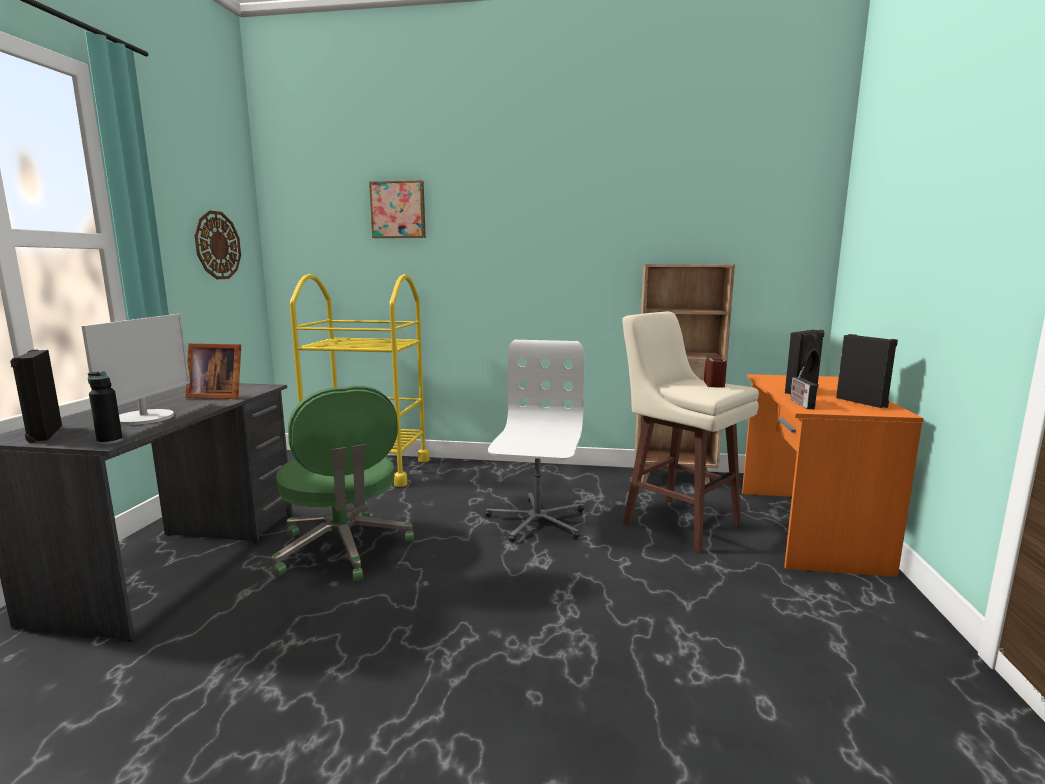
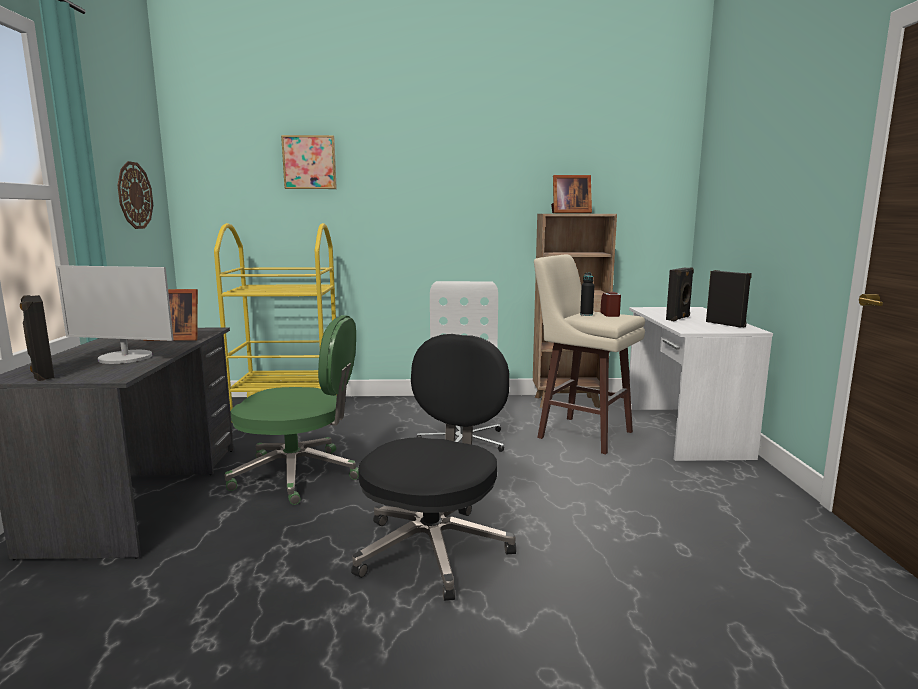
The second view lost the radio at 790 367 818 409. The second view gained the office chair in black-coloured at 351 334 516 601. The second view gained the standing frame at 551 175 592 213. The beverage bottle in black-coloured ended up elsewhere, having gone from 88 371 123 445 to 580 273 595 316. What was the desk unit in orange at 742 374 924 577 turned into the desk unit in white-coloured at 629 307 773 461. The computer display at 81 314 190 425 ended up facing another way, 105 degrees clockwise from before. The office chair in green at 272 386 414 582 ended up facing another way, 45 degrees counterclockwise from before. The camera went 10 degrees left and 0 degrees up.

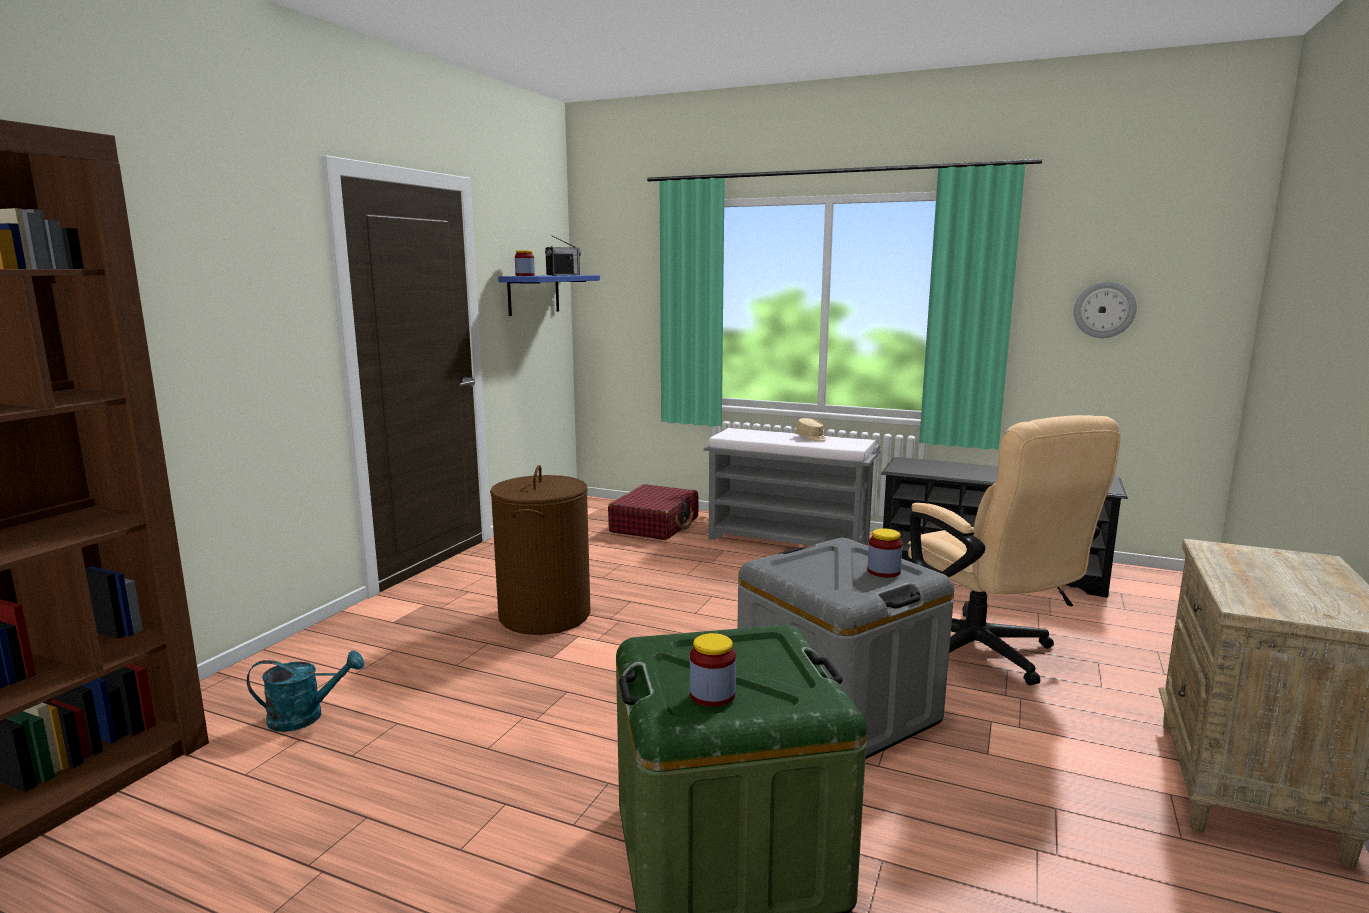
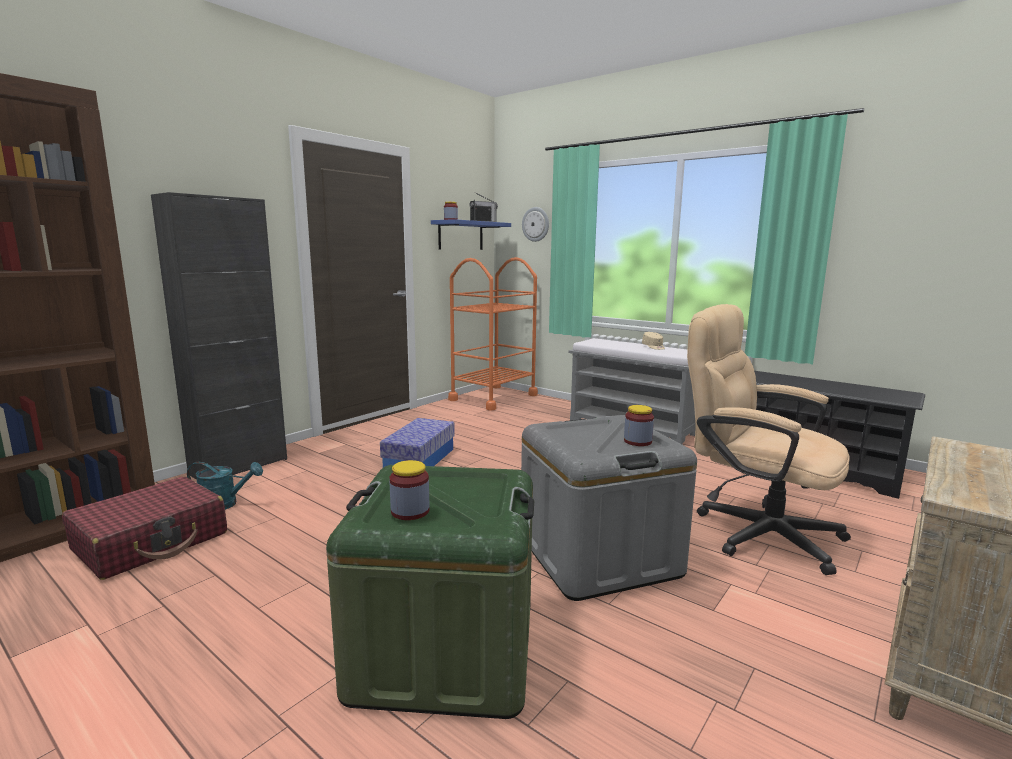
The second view gained the storage cabinet in black-coloured at 151 192 287 480. The second view gained the trolley in orange at 448 257 538 411. The travel case in red-coloured ended up elsewhere, having gone from 608 484 699 540 to 62 477 227 580. The hanging clock ended up elsewhere, having gone from 1074 282 1137 338 to 522 207 549 242. Where the hamper in brownish stood at 490 465 590 635, the storage box came to stand at 380 418 455 467. The office chair in sand-coloured at 908 415 1120 685 ended up facing another way, 135 degrees clockwise from before. The camera went 15 degrees right and 0 degrees up.

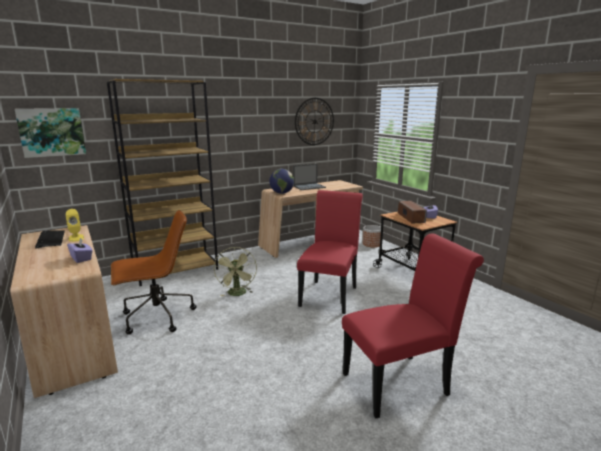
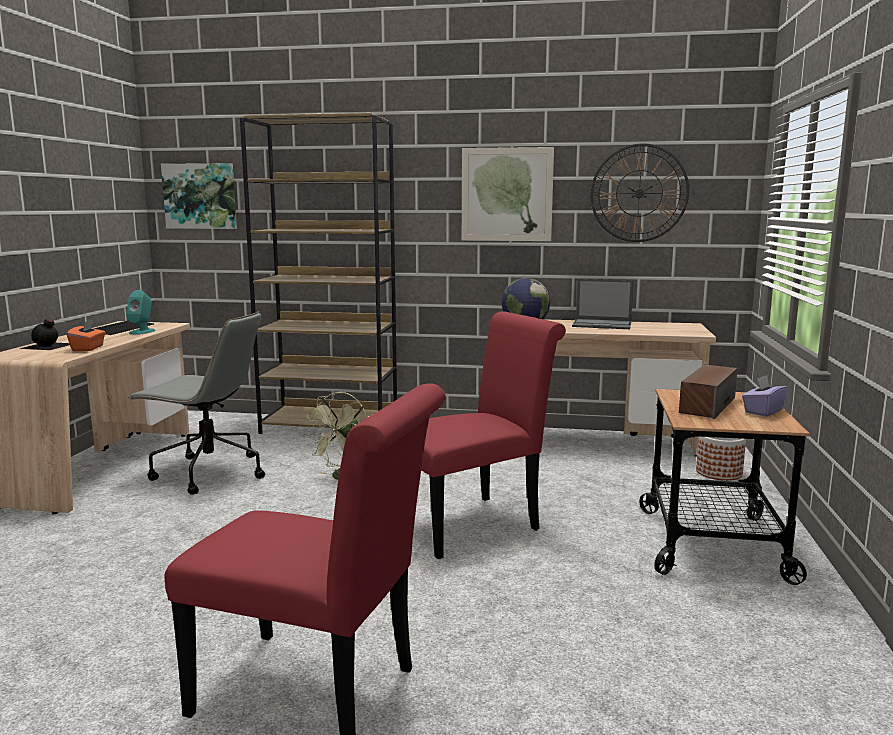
The second view gained the beverage bottle in black-coloured at 19 318 70 350. The second view gained the picture at 462 147 554 241. What was the loudspeaker in yellow at 65 209 84 242 turned into the loudspeaker in blue-green at 126 290 155 334. What was the tissue holder in purple at 67 237 92 263 turned into the tissue holder in orange at 67 320 105 351. What was the office chair in brownish at 111 210 197 335 turned into the office chair in grey at 128 311 265 495. The camera went 40 degrees right and 5 degrees down.

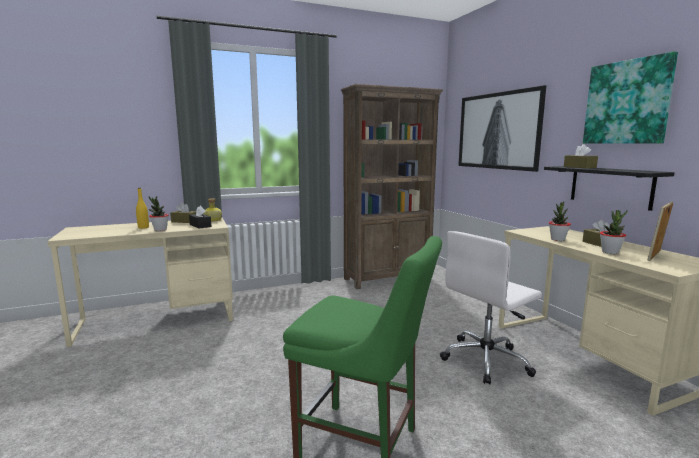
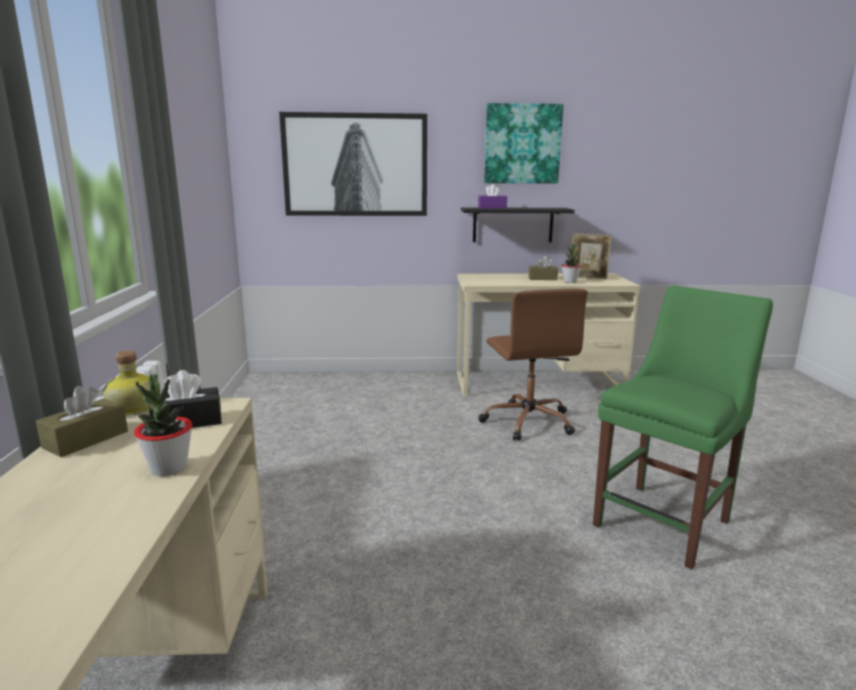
The second view lost the beverage bottle in yellow at 136 188 149 229. The second view lost the bookshelf in brownish at 341 84 443 289. The second view lost the potted plant at 549 201 571 241. What was the office chair in white-coloured at 440 231 542 385 turned into the office chair in brownish at 478 289 588 441. What was the tissue holder in brownish at 564 144 598 168 turned into the tissue holder in purple at 478 184 507 209. The standing frame at 647 202 673 261 ended up facing another way, 60 degrees counterclockwise from before. The camera went 70 degrees left and 5 degrees up.

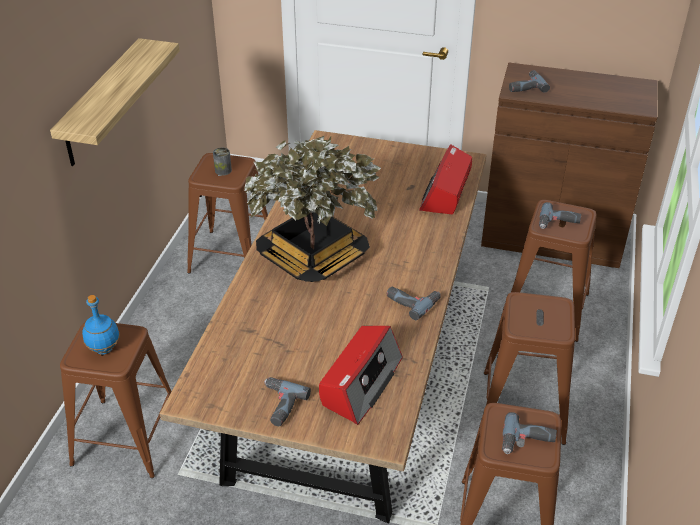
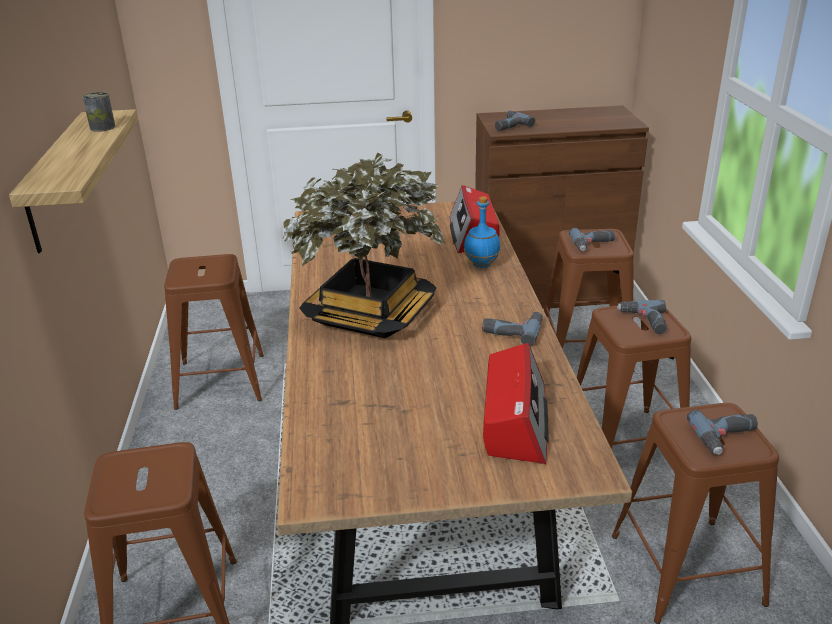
The beverage bottle in blue-coloured ended up elsewhere, having gone from 82 295 120 354 to 464 196 501 268. The sealed can ended up elsewhere, having gone from 213 148 232 176 to 83 92 116 132. The electric drill ended up elsewhere, having gone from 264 377 311 426 to 617 300 667 334. The camera went 20 degrees left and 10 degrees down.

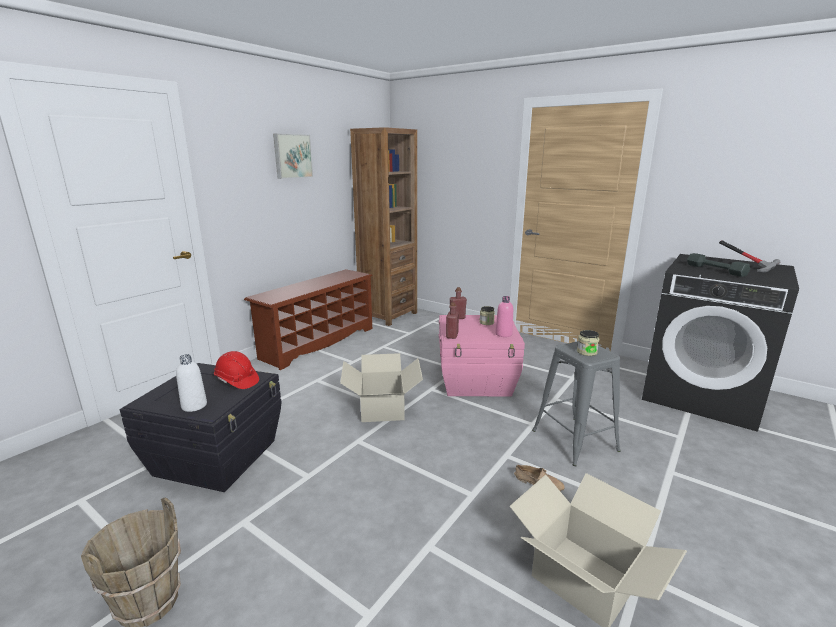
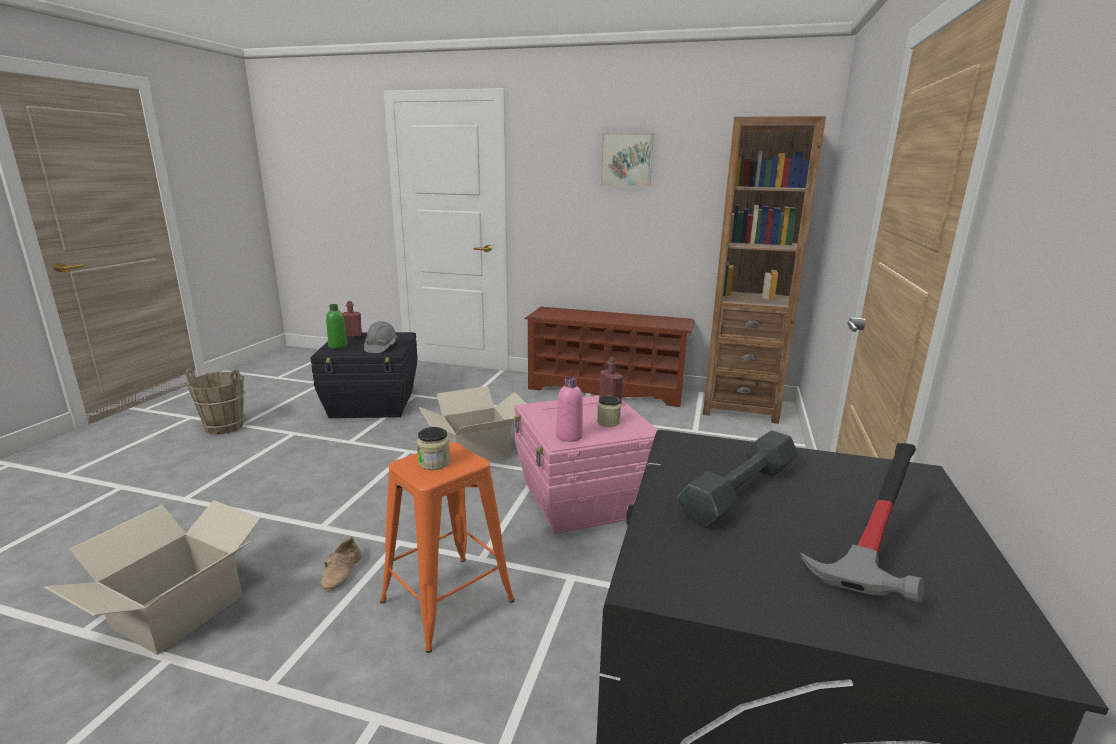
The beverage bottle in red-coloured ended up elsewhere, having gone from 446 302 459 339 to 342 301 362 337. What was the beverage bottle in white-coloured at 176 354 207 412 turned into the beverage bottle in green at 326 304 348 349. What was the hard hat in red-coloured at 214 351 259 389 turned into the hard hat in grey at 364 321 398 353. What was the stool in grey at 532 341 621 466 turned into the stool in orange at 380 442 515 653. The camera went 70 degrees right and 0 degrees up.

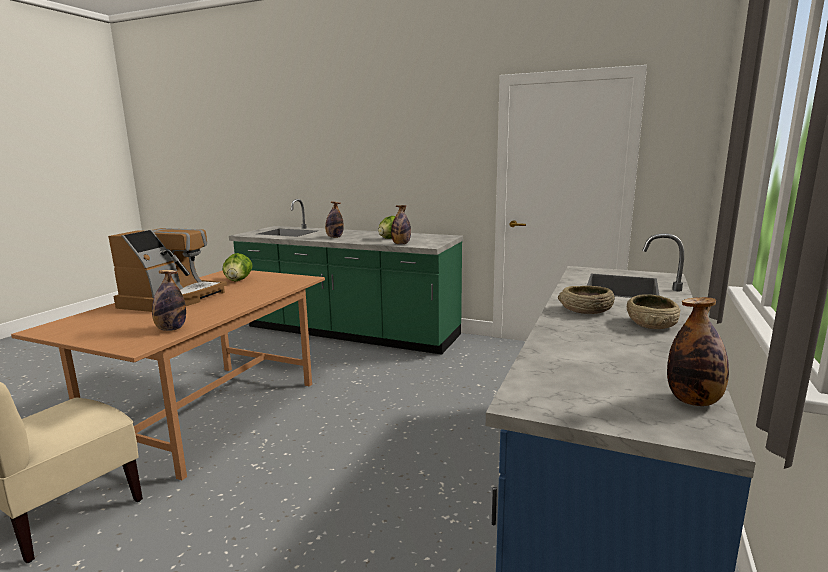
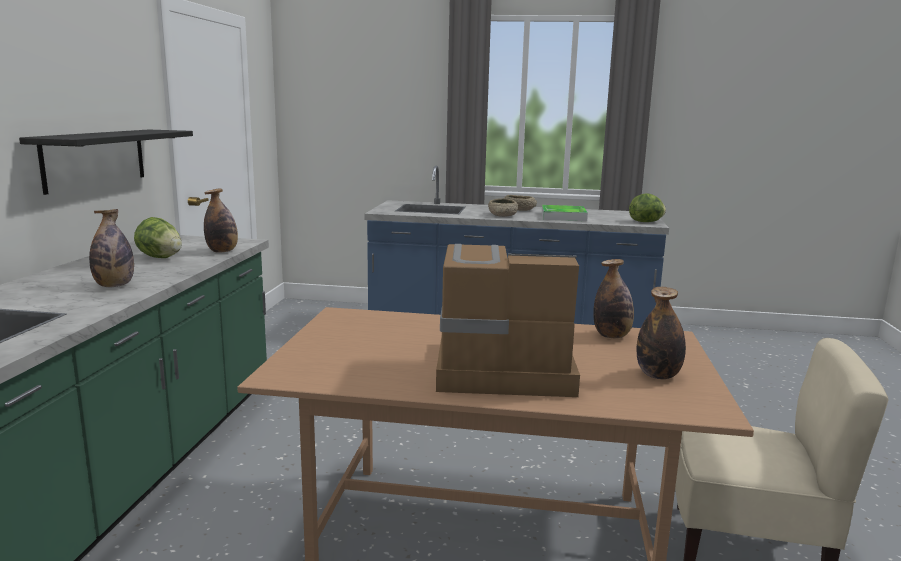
The second view gained the bracket shelf in black-coloured at 19 130 193 195. The second view gained the carrying tray at 542 205 588 221. The lettuce ended up elsewhere, having gone from 223 253 253 282 to 629 193 666 222. The beverage bottle ended up elsewhere, having gone from 667 297 729 406 to 636 287 686 379. The camera went 105 degrees left and 0 degrees up.

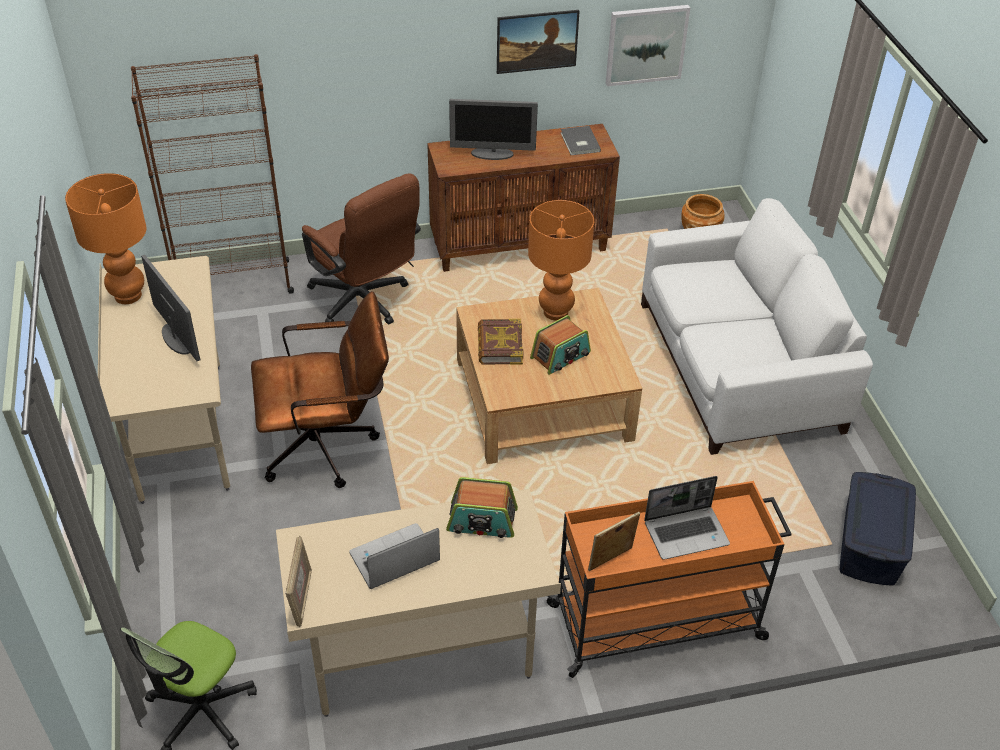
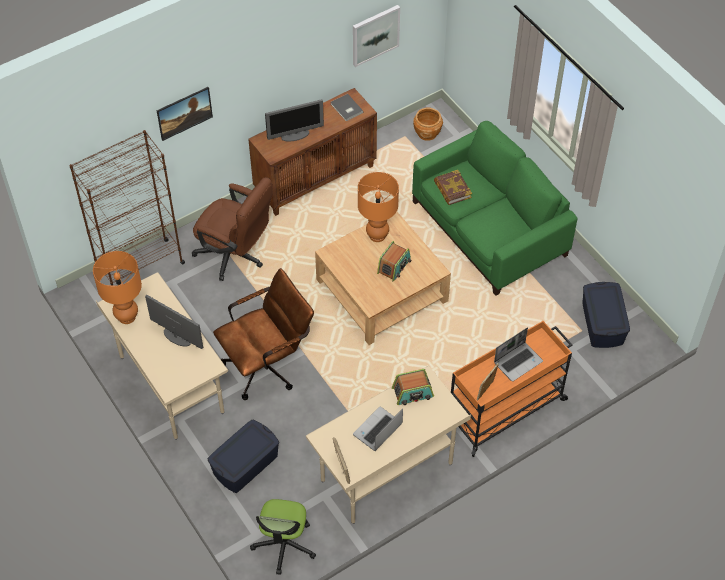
The second view gained the storage box in blue-coloured at 208 420 279 493. The bound book ended up elsewhere, having gone from 478 319 523 364 to 434 170 472 205. The picture ended up elsewhere, having gone from 497 10 580 74 to 157 87 213 141. What was the settee in white-coloured at 641 198 873 455 turned into the settee in green at 412 121 577 296. The camera went 20 degrees left and 10 degrees up.

